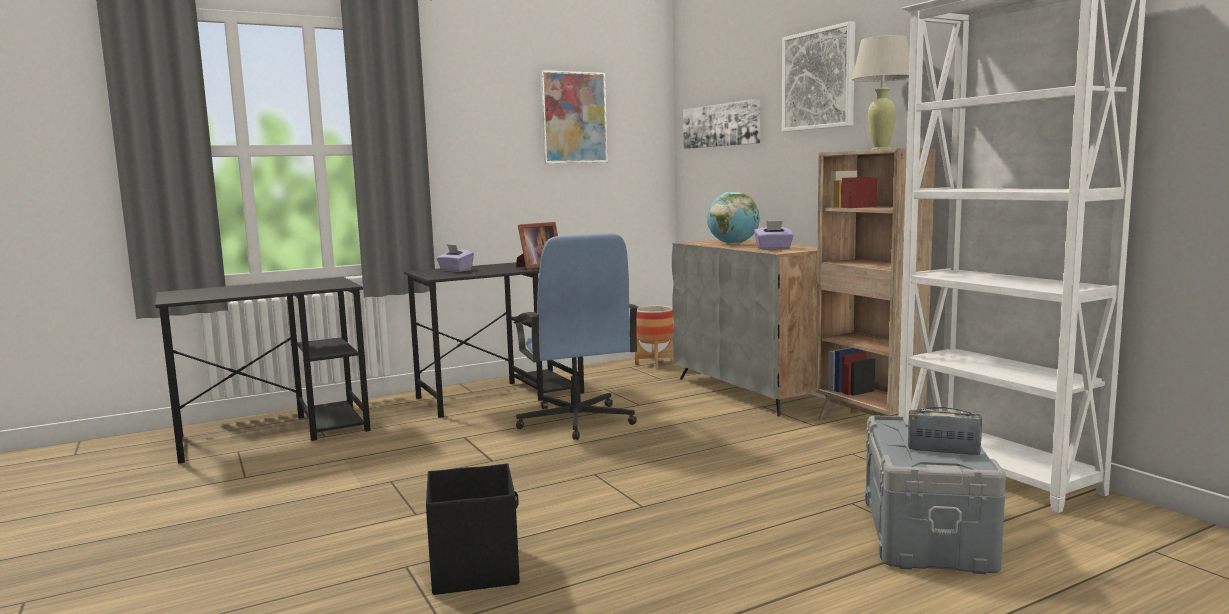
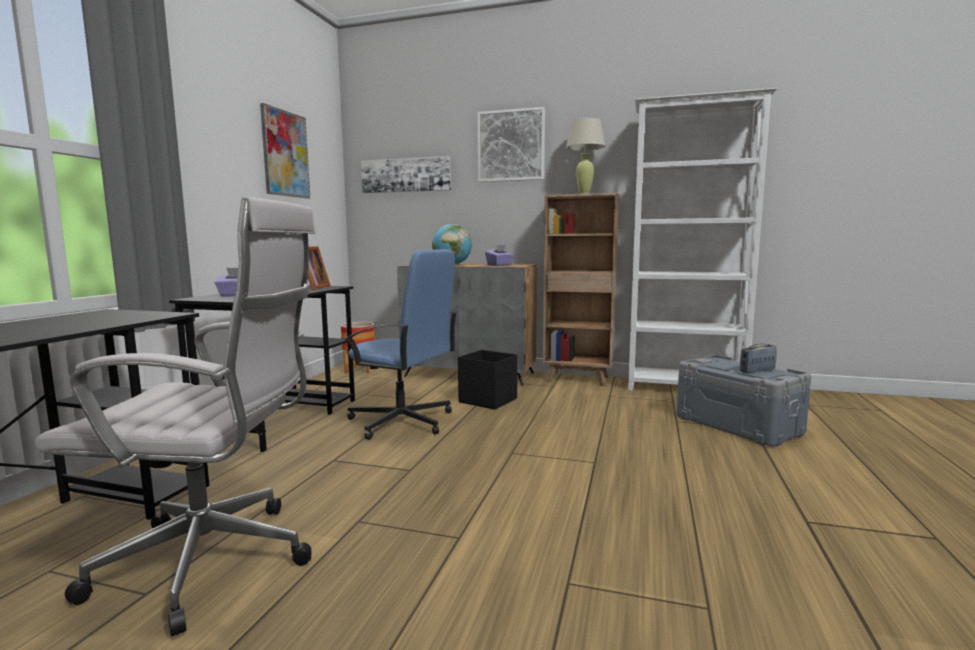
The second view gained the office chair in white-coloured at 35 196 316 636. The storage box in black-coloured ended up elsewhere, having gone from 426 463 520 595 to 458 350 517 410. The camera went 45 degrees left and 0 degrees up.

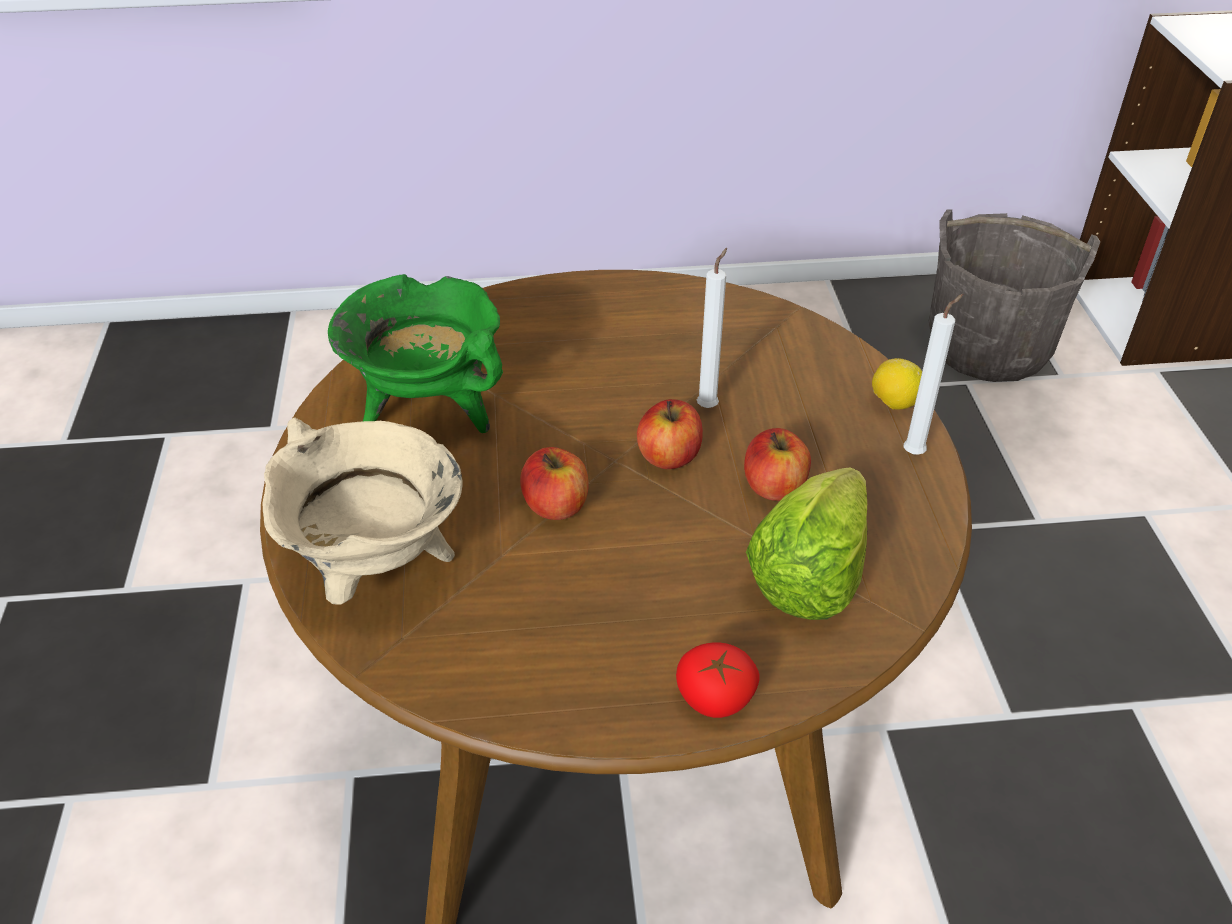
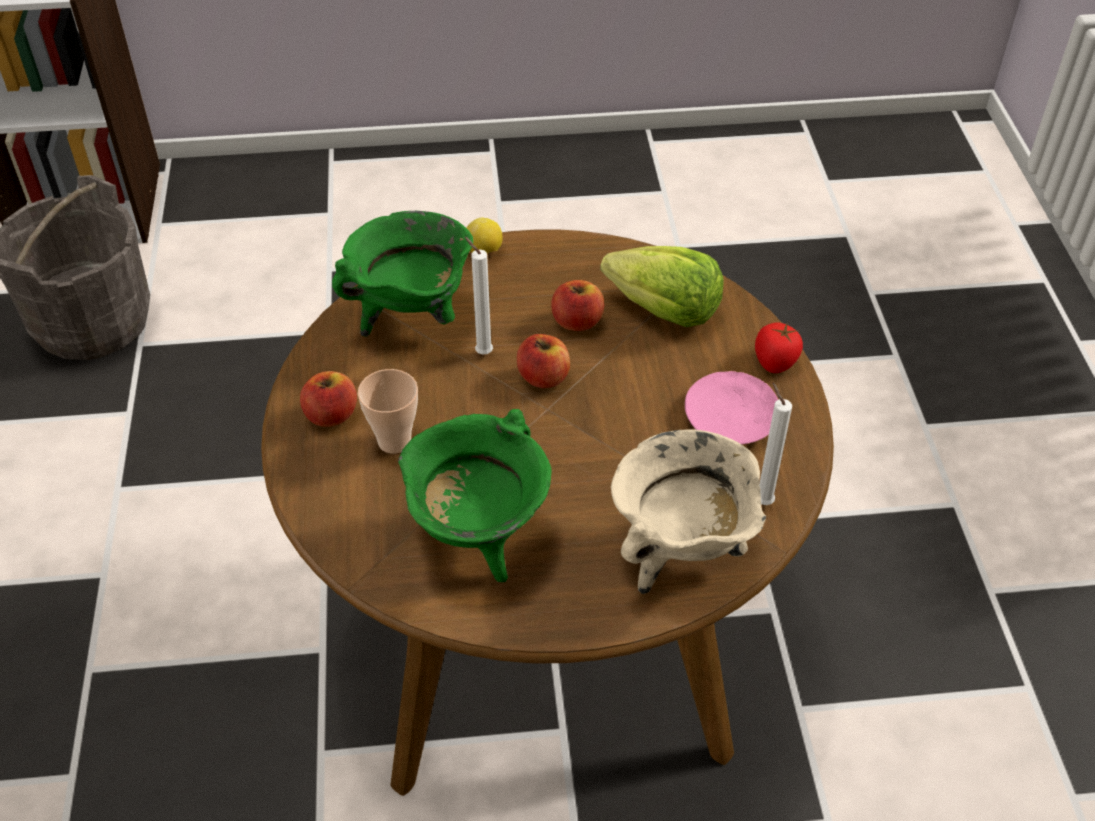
The second view gained the stockpot in green at 332 211 473 337. The second view gained the drinking cup at 358 369 418 453. The second view gained the flat dish in pink at 685 371 778 445. The apple ended up elsewhere, having gone from 520 447 589 520 to 300 371 357 427. The wax candle in white-coloured ended up elsewhere, having gone from 904 294 963 455 to 759 382 792 505. The camera went 90 degrees left and 5 degrees up.

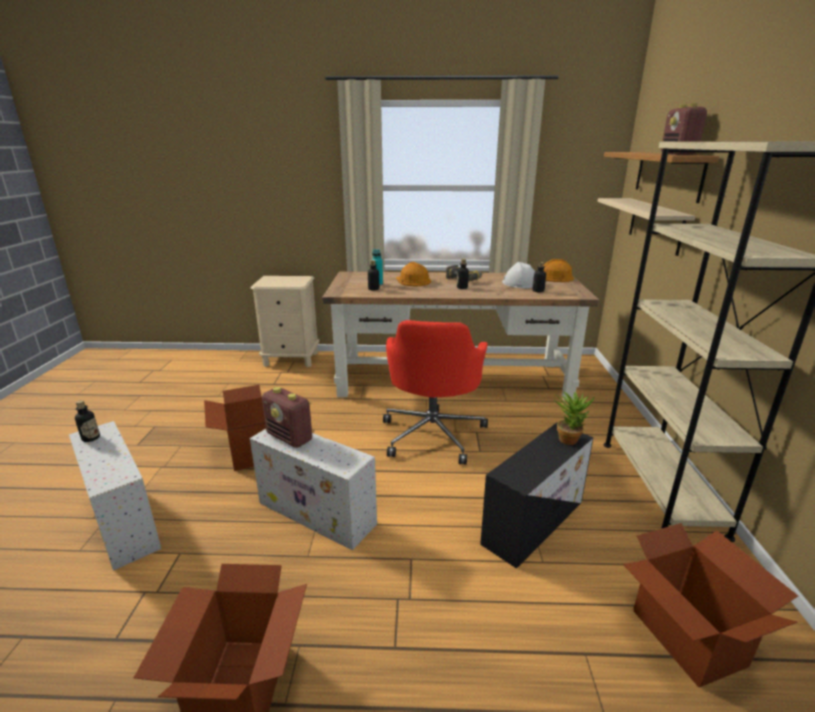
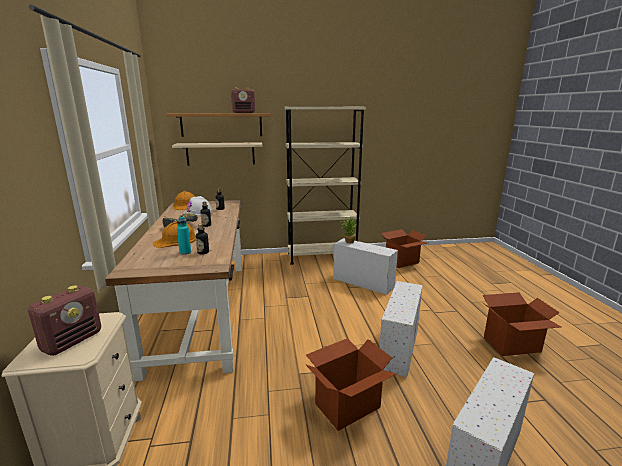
The second view lost the beverage bottle at 75 400 100 442. The second view lost the office chair in red-coloured at 383 320 488 465. The radio ended up elsewhere, having gone from 262 387 312 448 to 28 285 101 356. What was the storage box in black-coloured at 480 423 593 568 turned into the storage box in white-coloured at 333 238 398 295. The camera went 100 degrees left and 5 degrees down.

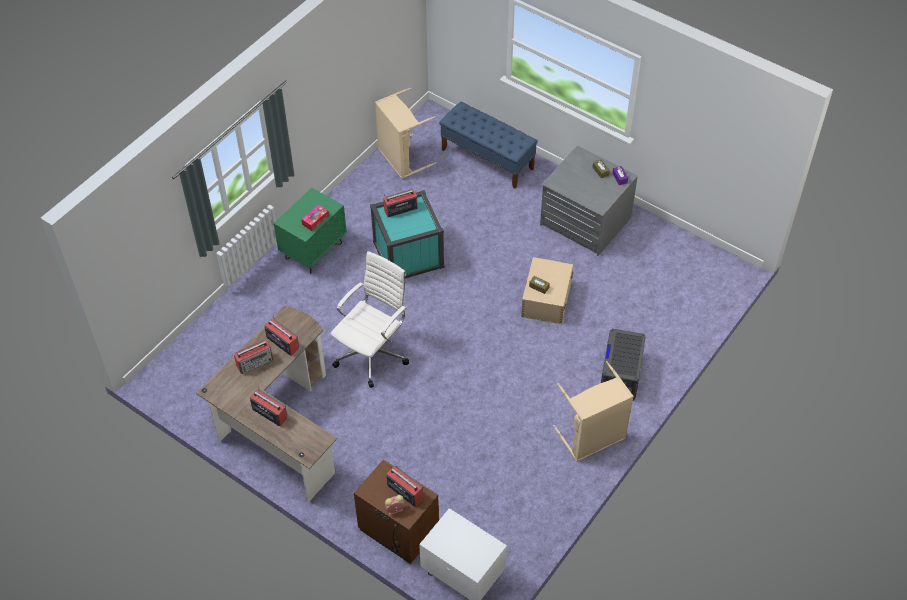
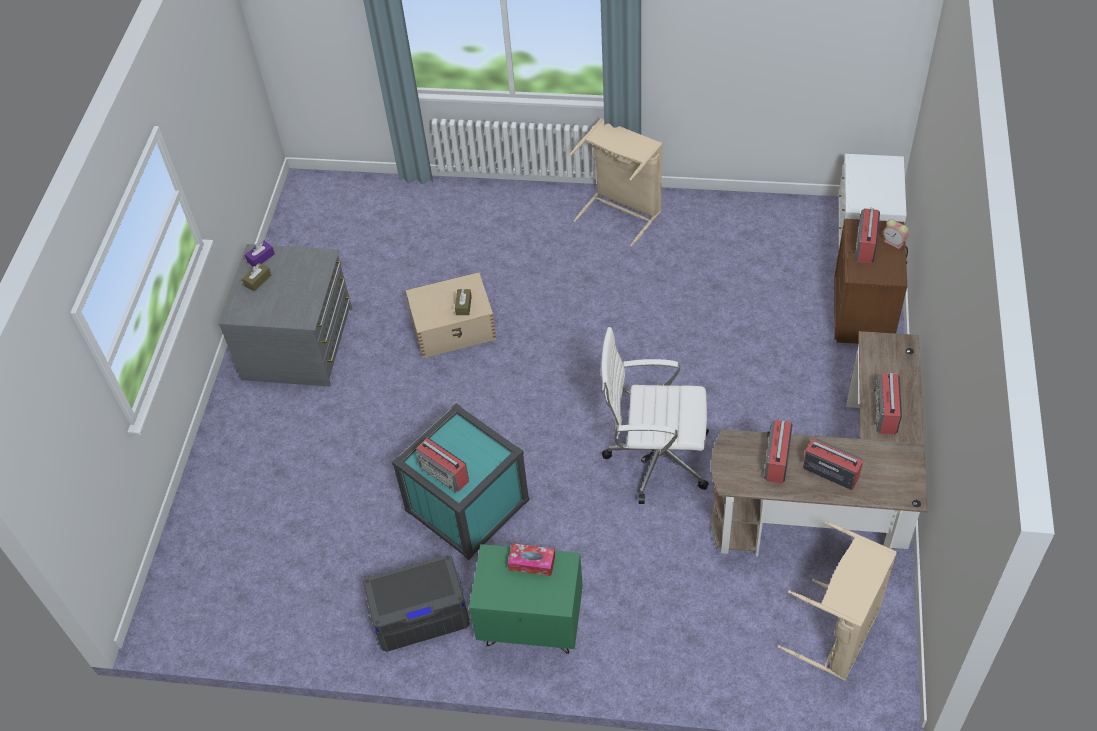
The second view lost the indoor bench in blue-coloured at 439 102 538 188. The hamper in sand-coloured ended up elsewhere, having gone from 375 88 436 179 to 778 521 897 681. The storage box in grey ended up elsewhere, having gone from 601 329 646 400 to 363 555 470 652. The camera went 115 degrees left and 0 degrees up.

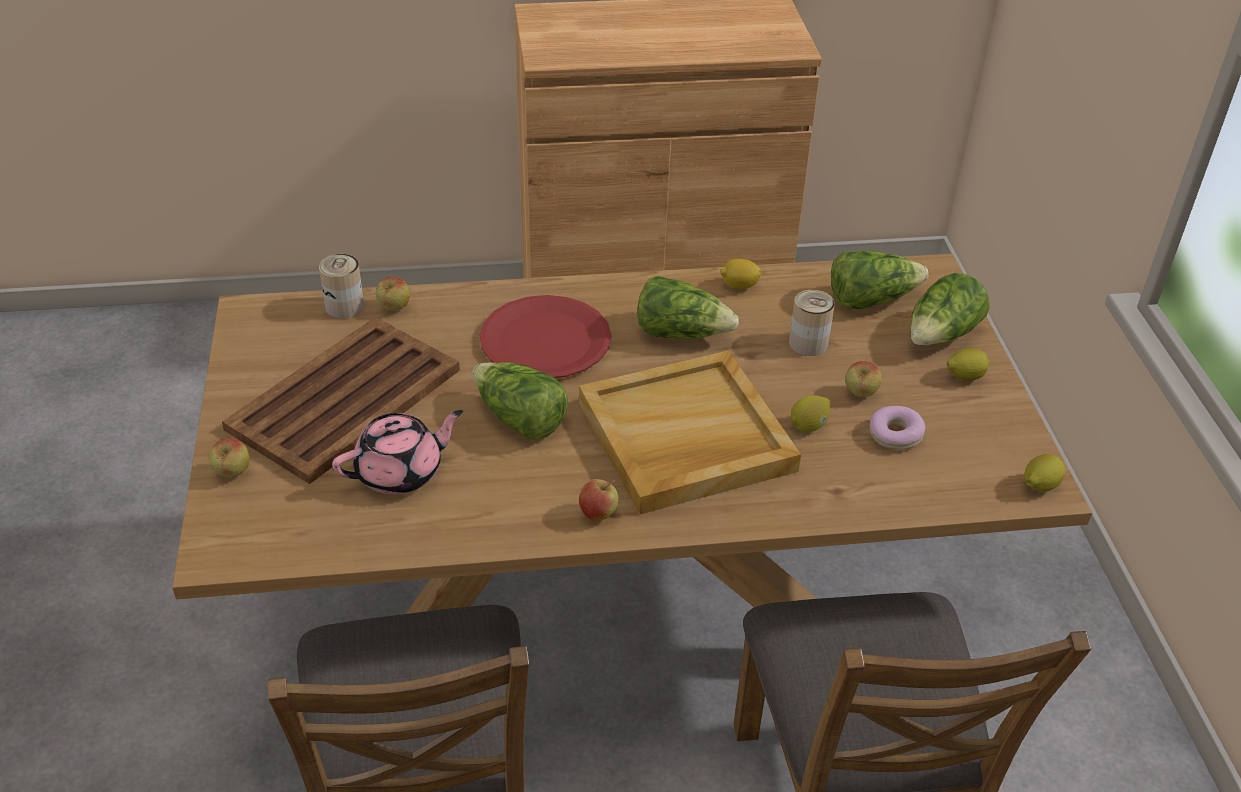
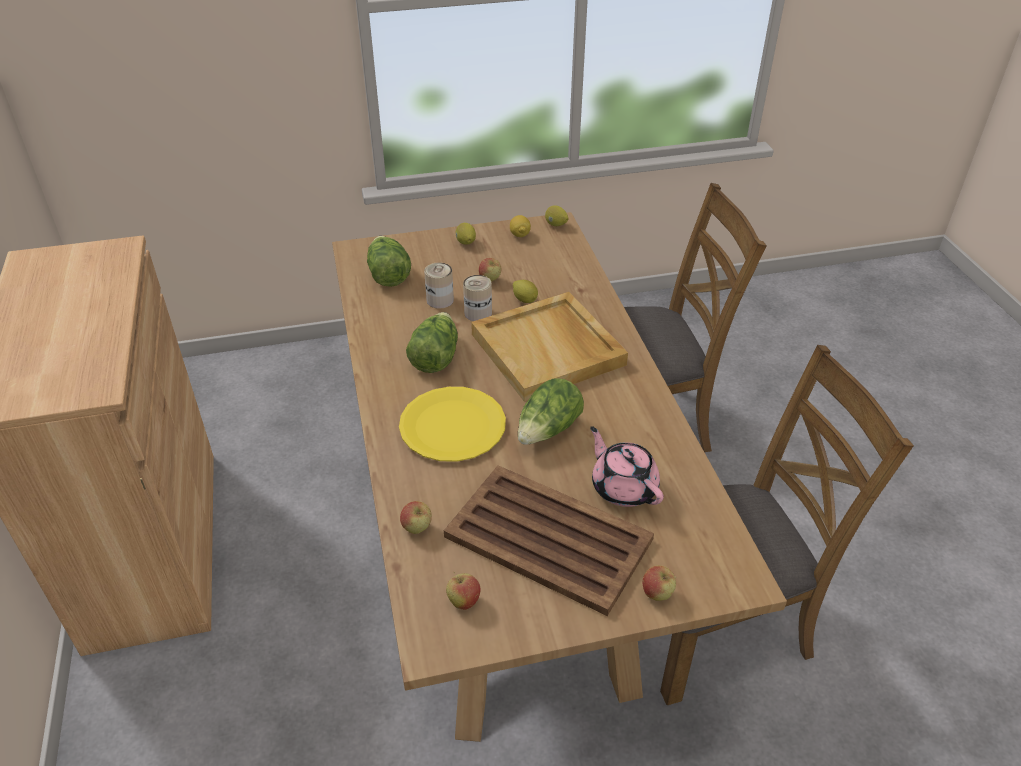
The second view lost the donut at 870 406 925 450. The second view lost the lettuce at 911 273 990 345. The sealed can ended up elsewhere, having gone from 319 254 364 319 to 463 275 492 321. The apple ended up elsewhere, having gone from 579 479 619 521 to 446 572 481 610. The whole lemon ended up elsewhere, having gone from 720 259 761 289 to 510 215 531 237. What was the flat dish in red-coloured at 479 295 611 378 turned into the flat dish in yellow at 399 387 506 462. The camera went 95 degrees left and 0 degrees up.

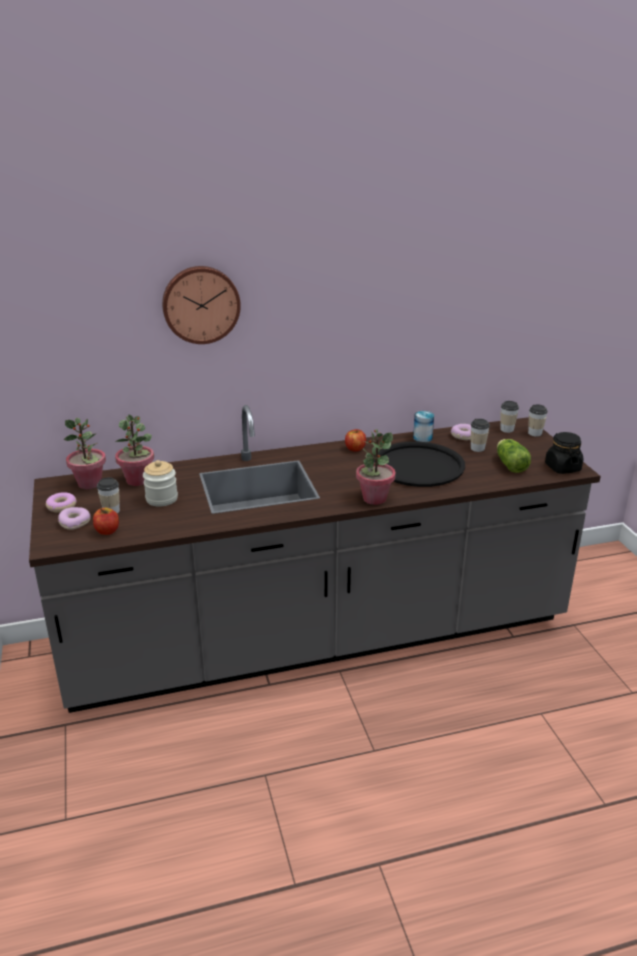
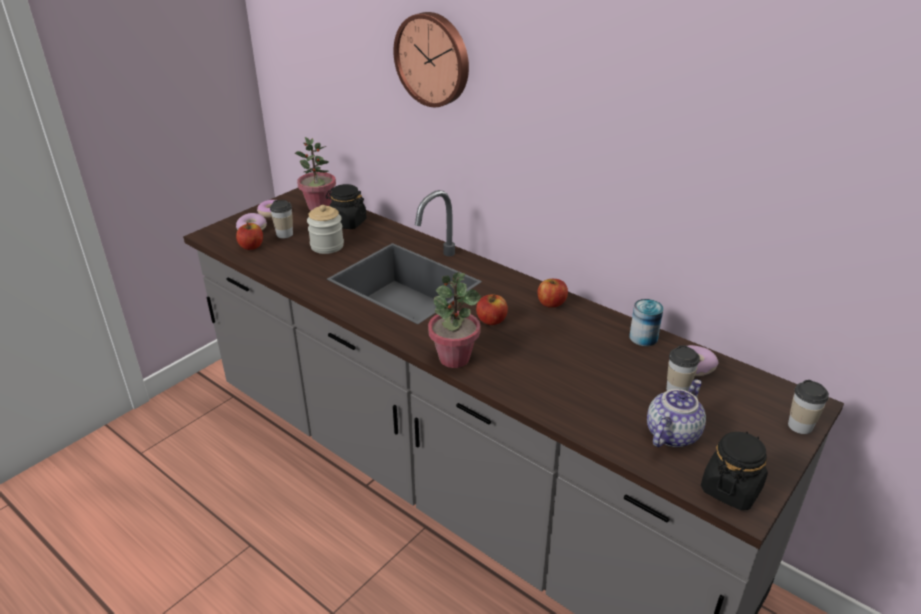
The second view lost the carrying tray in black-coloured at 373 442 465 487. The second view lost the drinking cup at 500 401 519 433. The second view gained the apple at 476 294 508 325. Where the potted plant stood at 115 415 154 486, the storage jar in black-coloured came to stand at 326 184 367 229. Where the lettuce stood at 497 439 531 473, the pot for tea came to stand at 647 379 706 447. The camera went 55 degrees right and 5 degrees up.

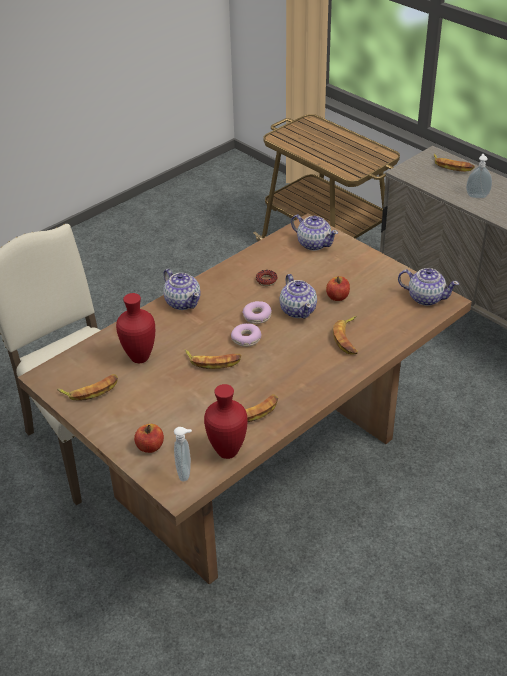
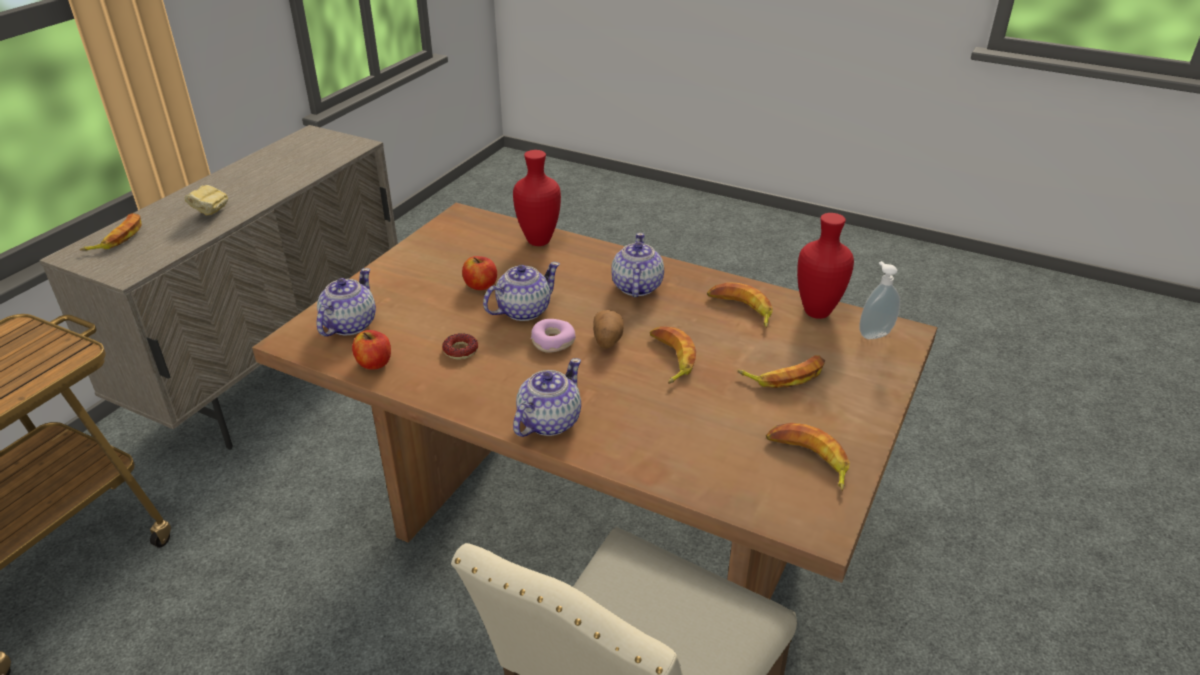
The flower vase in red-coloured ended up elsewhere, having gone from 116 293 155 363 to 513 150 561 246. The apple ended up elsewhere, having gone from 134 424 164 453 to 352 330 391 370. The whole banana ended up elsewhere, having gone from 333 316 358 355 to 737 355 825 388. The pot for tea ended up elsewhere, having gone from 398 268 459 306 to 611 233 664 297. Where the donut stood at 231 323 261 347, the potato came to stand at 593 310 624 349. Where the liquid soap bottle stood at 466 154 492 198, the bread came to stand at 185 185 228 216. The camera went 110 degrees left and 5 degrees down.

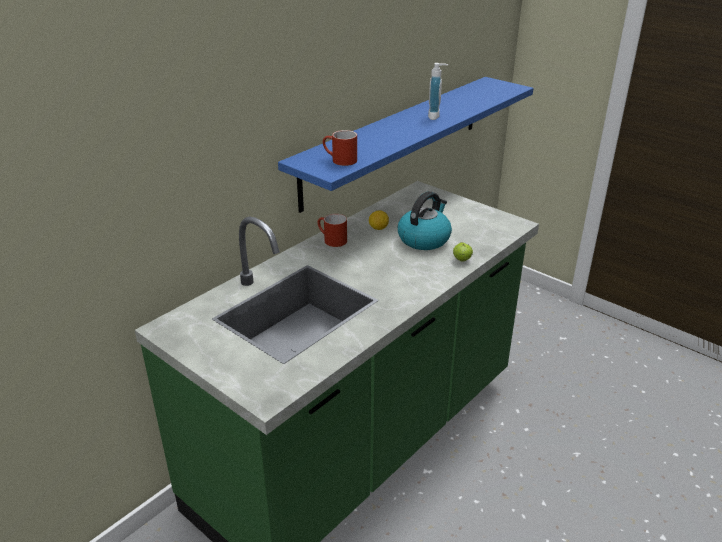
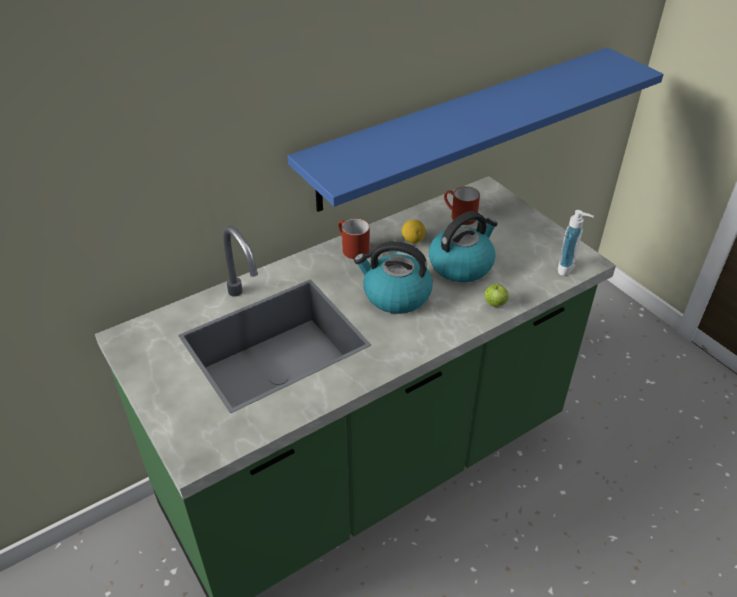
The second view gained the kettle at 354 241 433 314. The coffee mug in red-coloured ended up elsewhere, having gone from 323 130 357 166 to 444 186 480 225. The liquid soap bottle ended up elsewhere, having gone from 428 63 448 120 to 558 210 594 276. The camera went 15 degrees right and 10 degrees up.

